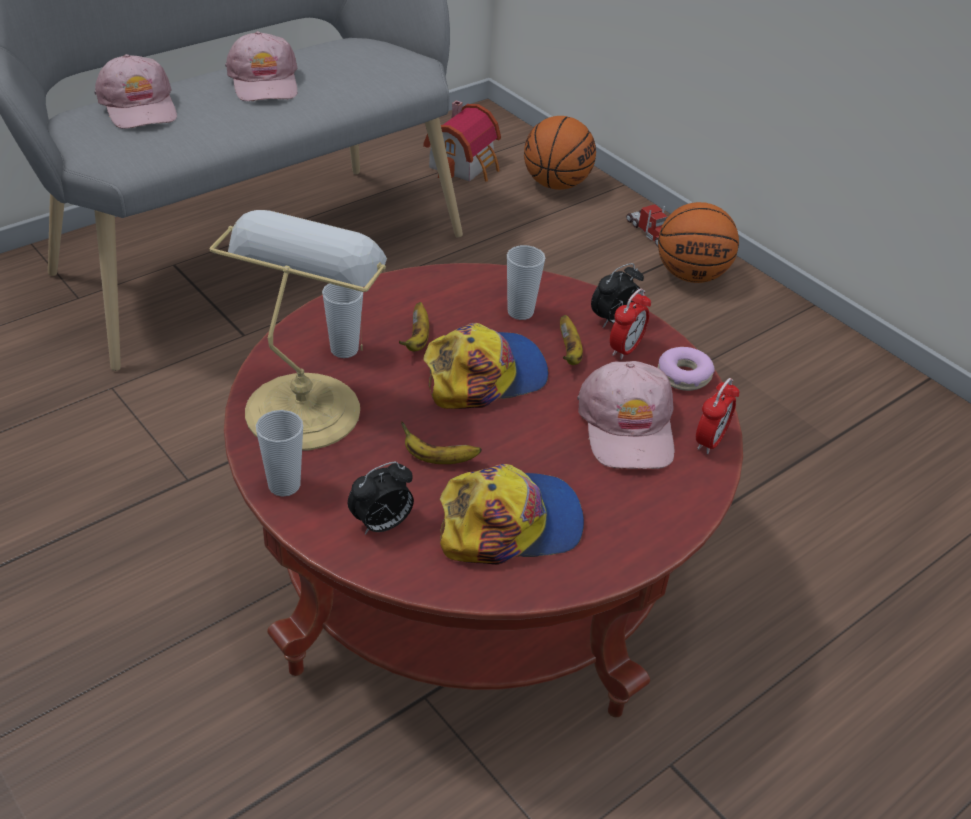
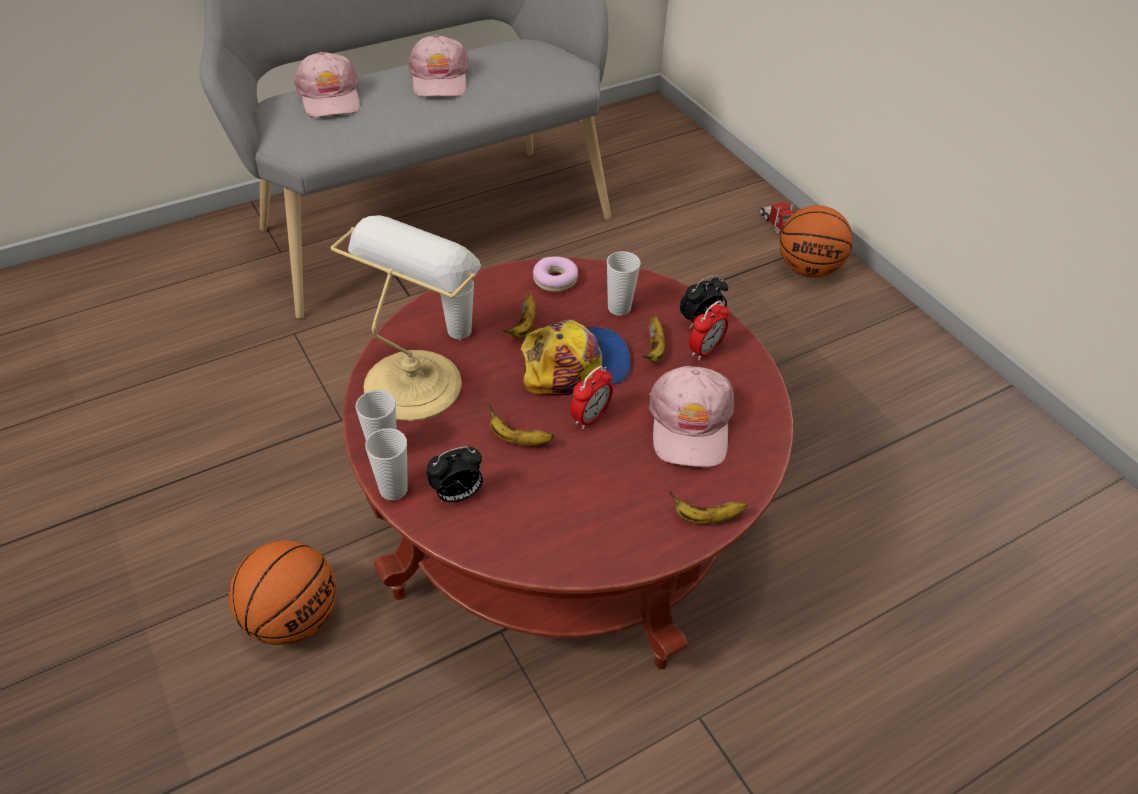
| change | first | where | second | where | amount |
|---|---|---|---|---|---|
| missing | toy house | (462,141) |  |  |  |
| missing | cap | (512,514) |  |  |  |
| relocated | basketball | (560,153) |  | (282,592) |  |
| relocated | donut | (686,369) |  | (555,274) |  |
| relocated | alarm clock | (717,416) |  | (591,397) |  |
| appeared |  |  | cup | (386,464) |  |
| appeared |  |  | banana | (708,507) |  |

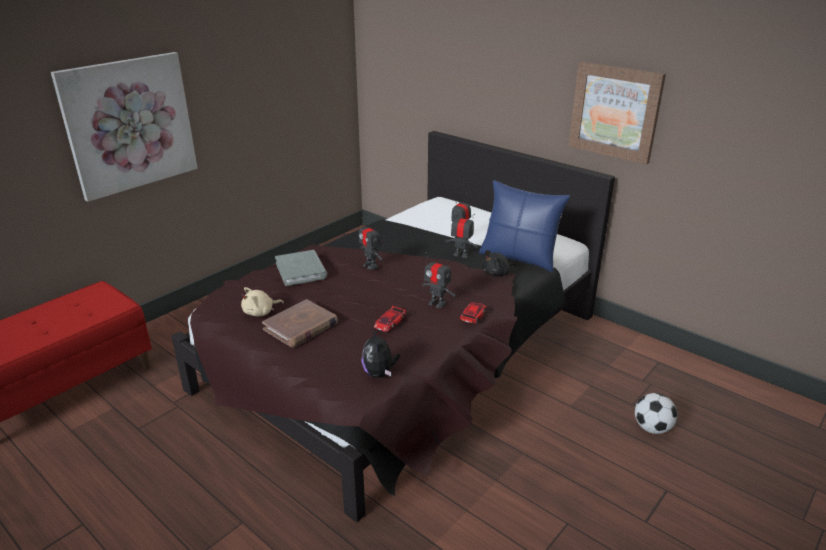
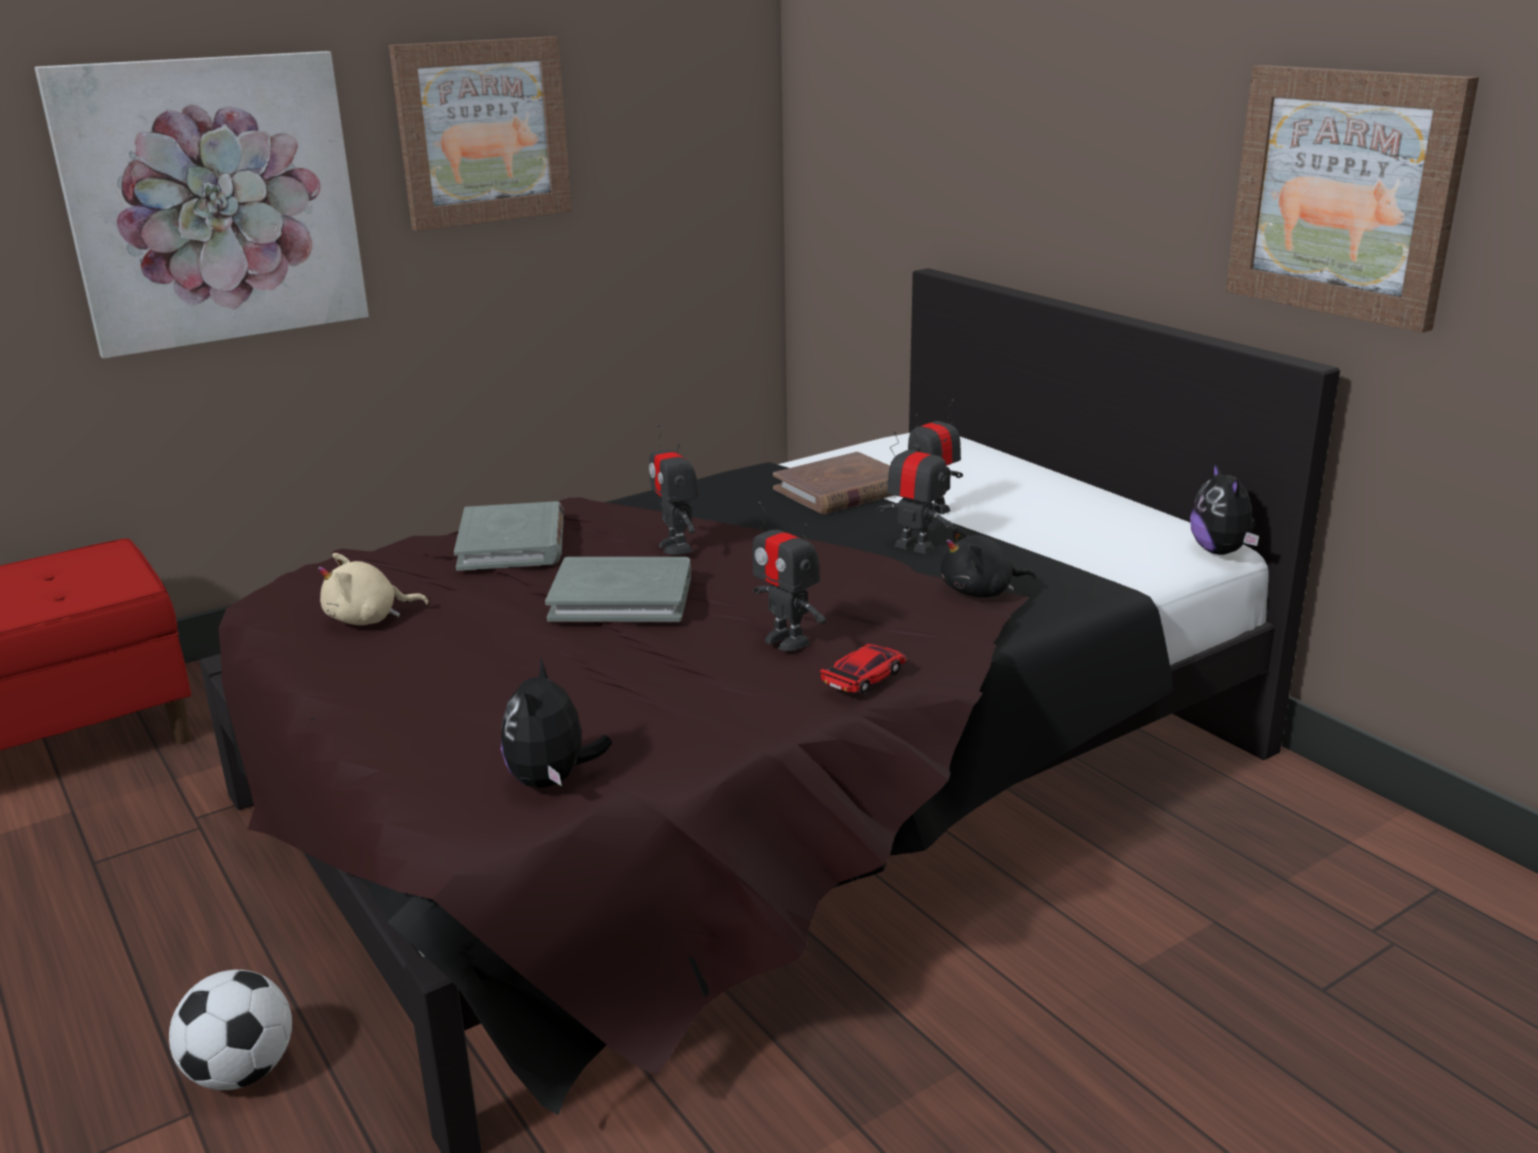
| change | first | where | second | where | amount |
|---|---|---|---|---|---|
| relocated | book in brown | (300,323) |  | (833,483) |  |
| missing | toy car | (390,319) |  |  |  |
| missing | pillow in blue | (524,226) |  |  |  |
| relocated | football | (656,413) |  | (230,1030) |  |
| appeared |  |  | picture | (480,133) |  |
| appeared |  |  | book in grey | (618,589) |  |
| appeared |  |  | plush toy | (1224,508) |  |

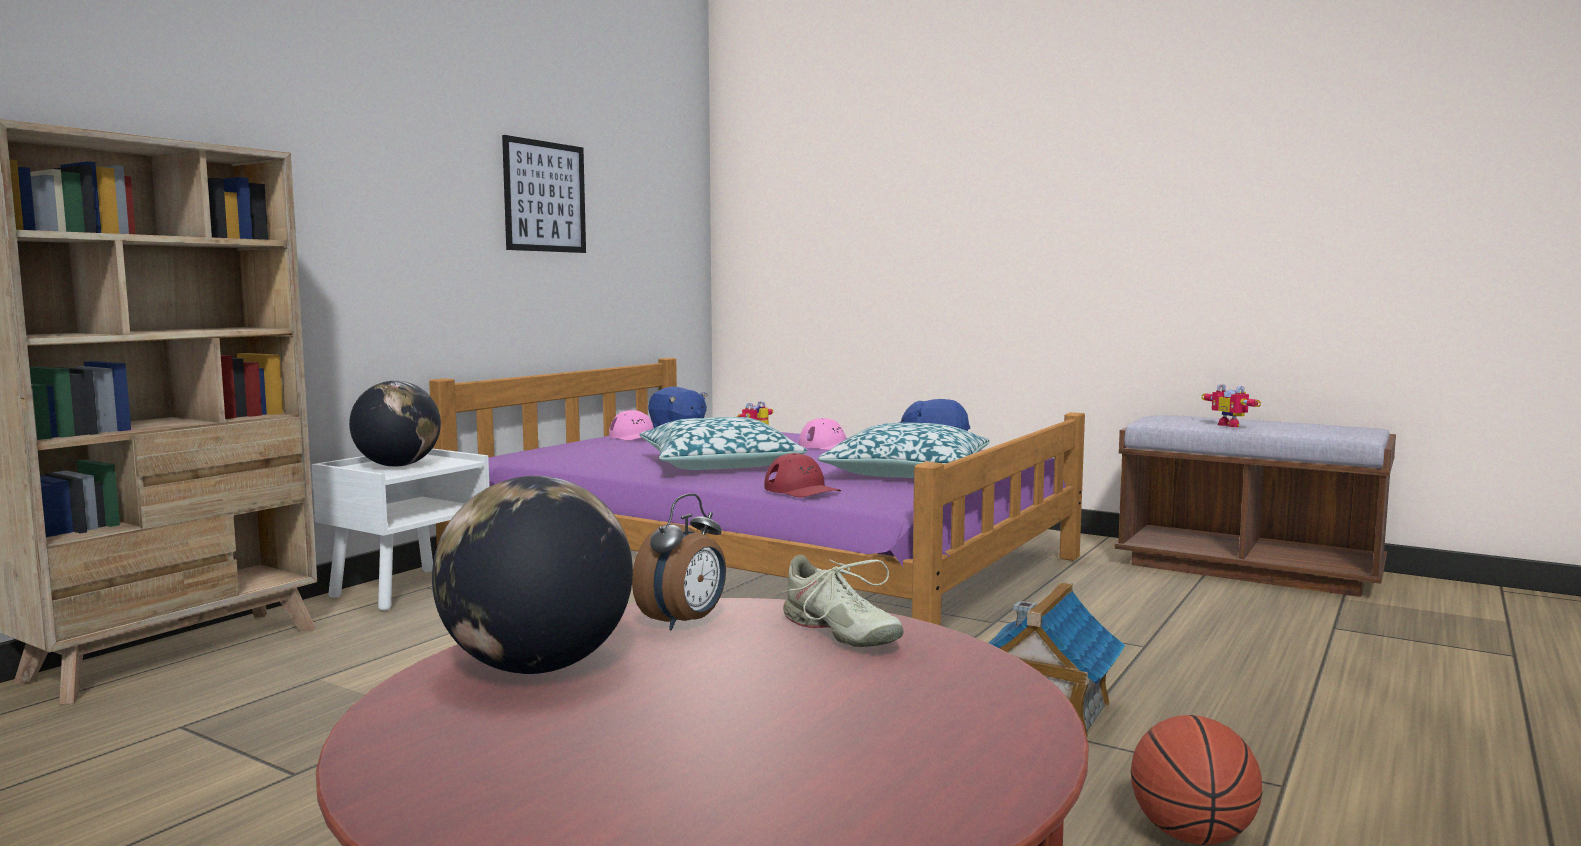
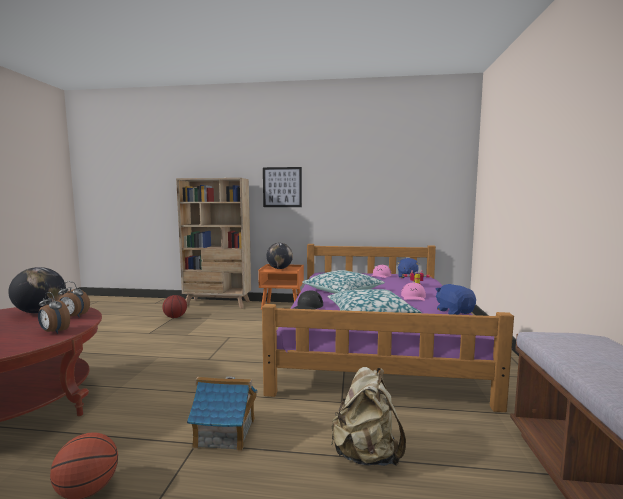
| change | first | where | second | where | amount |
|---|---|---|---|---|---|
| colour | nightstand in white | (401,529) | nightstand in orange | (281,287) |  |
| relocated | picture | (544,194) |  | (282,187) |  |
| colour | cap in red | (802,475) | cap in black | (307,300) |  |
| exchanged | shoe in beige | (840,601) | alarm clock | (54,313) |  |
| missing | toy robot | (1231,405) |  |  |  |
| appeared |  |  | basketball | (174,306) |  |
| appeared |  |  | backpack in beige | (368,416) |  |

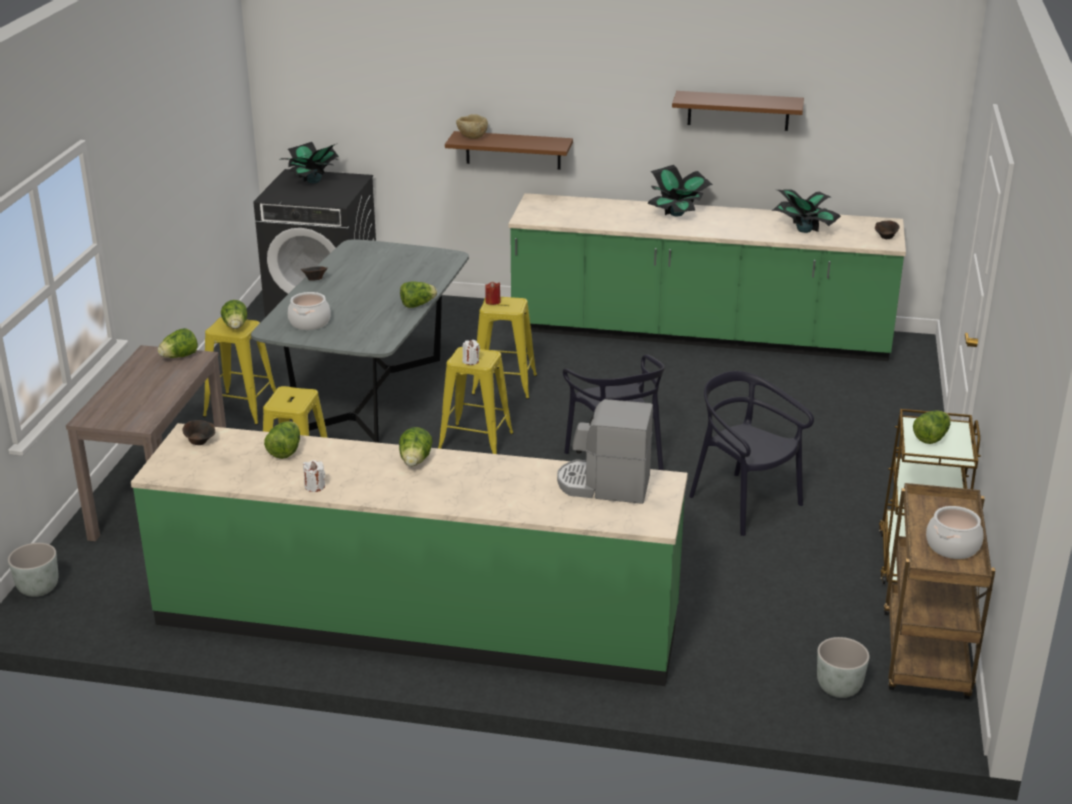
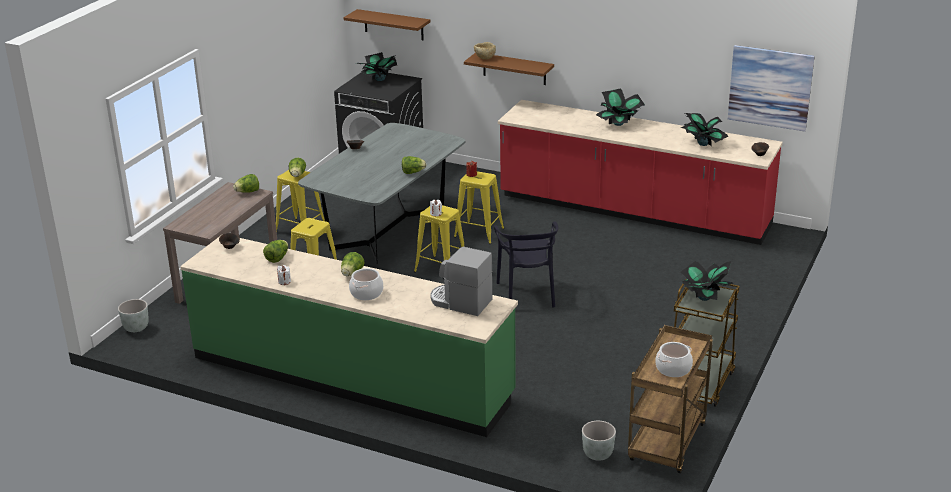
| change | first | where | second | where | amount |
|---|---|---|---|---|---|
| relocated | cooking pot | (309,311) |  | (366,284) |  |
| colour | counter in green | (707,277) | counter in red | (640,172) |  |
| relocated | shelf in brown | (738,111) |  | (387,24) |  |
| missing | chair in black | (751,453) |  |  |  |
| exchanged | lettuce | (932,427) | potted plant | (707,281) |  |
| appeared |  |  | picture | (771,88) |  |

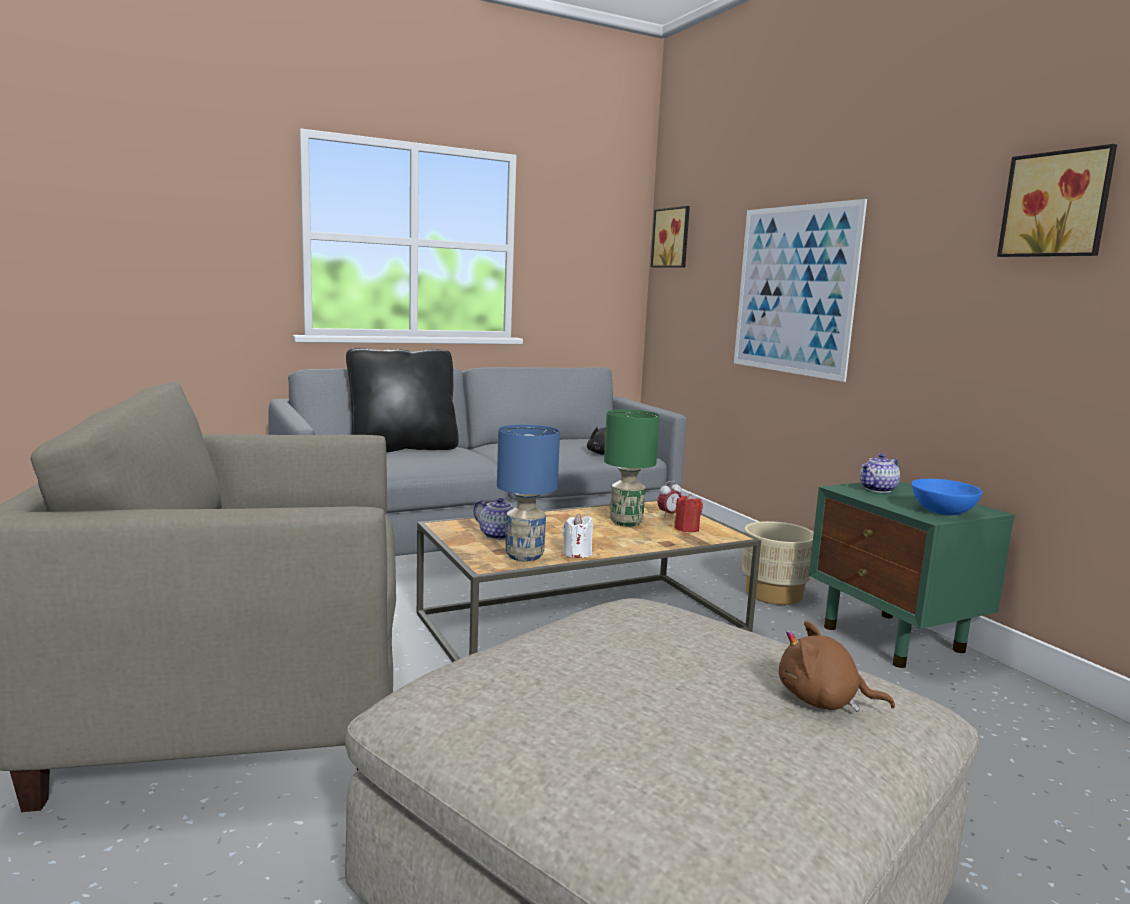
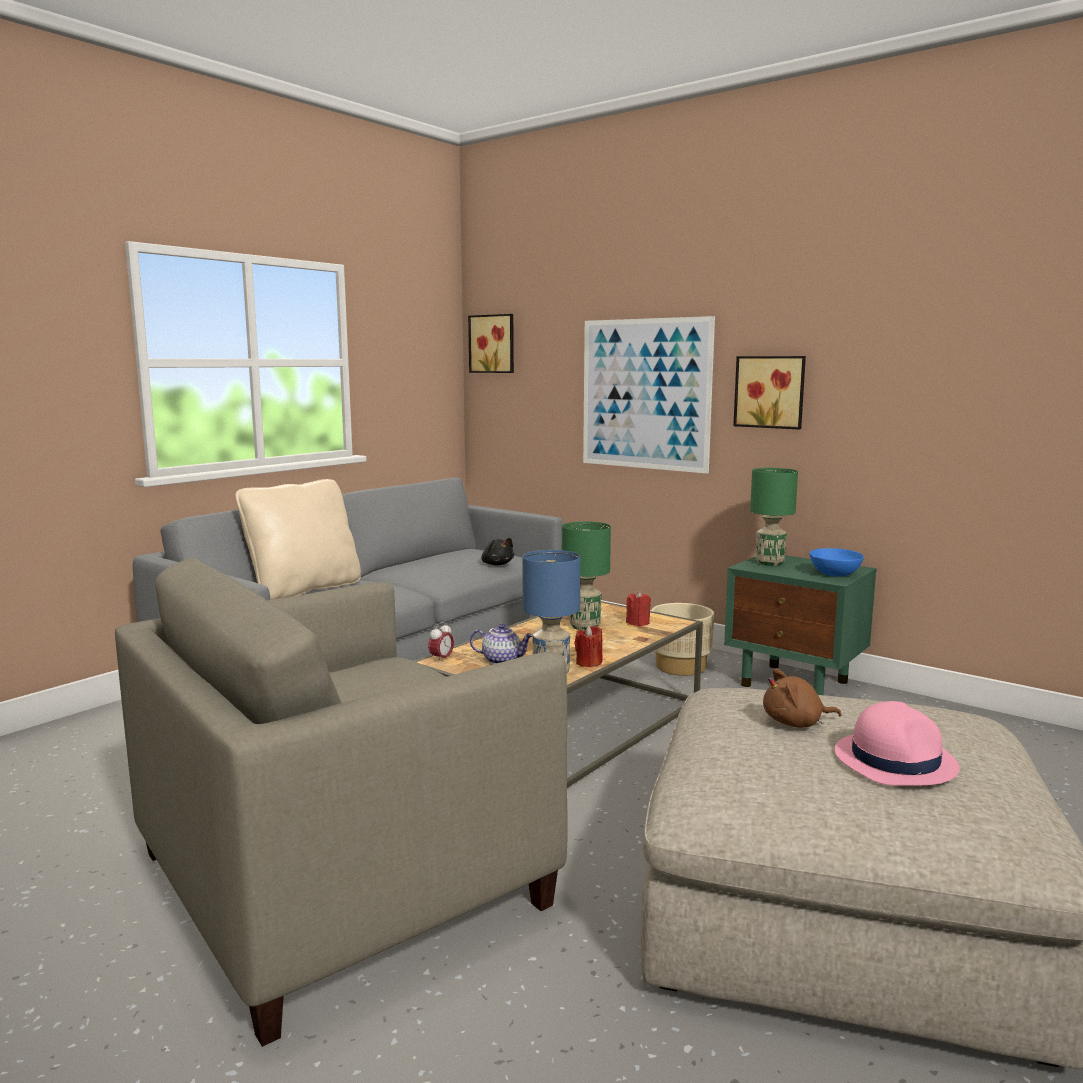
| change | first | where | second | where | amount |
|---|---|---|---|---|---|
| colour | pillow in black | (402,400) | pillow in beige | (298,539) |  |
| colour | candle in white | (577,536) | candle in red | (588,646) |  |
| relocated | alarm clock | (669,499) |  | (441,642) |  |
| relocated | plush toy in brown | (837,666) |  | (802,698) |  |
| exchanged | teapot | (880,473) | table lamp in green | (774,517) |  |
| relocated | picture | (1057,200) |  | (769,393) |  |
| appeared |  |  | hat in pink | (897,743) |  |

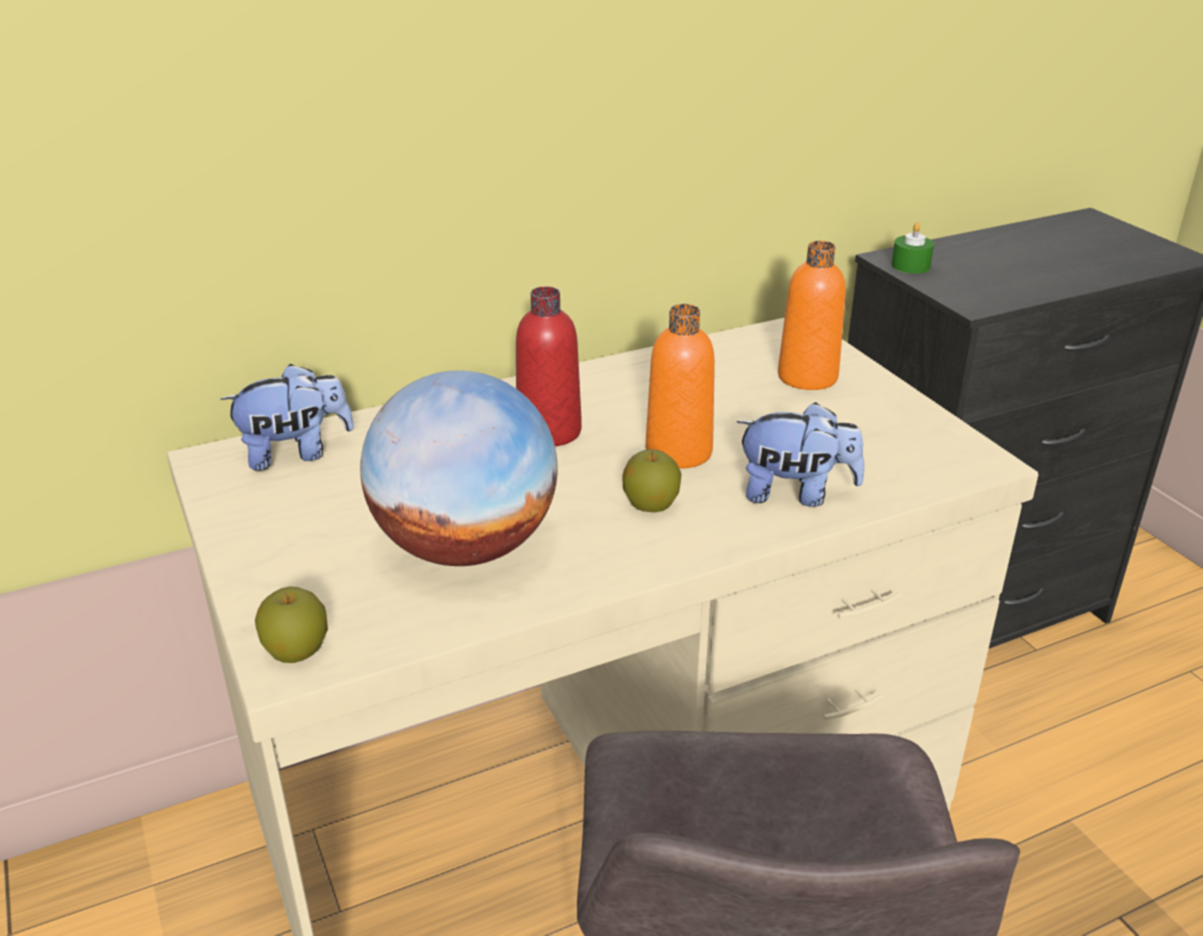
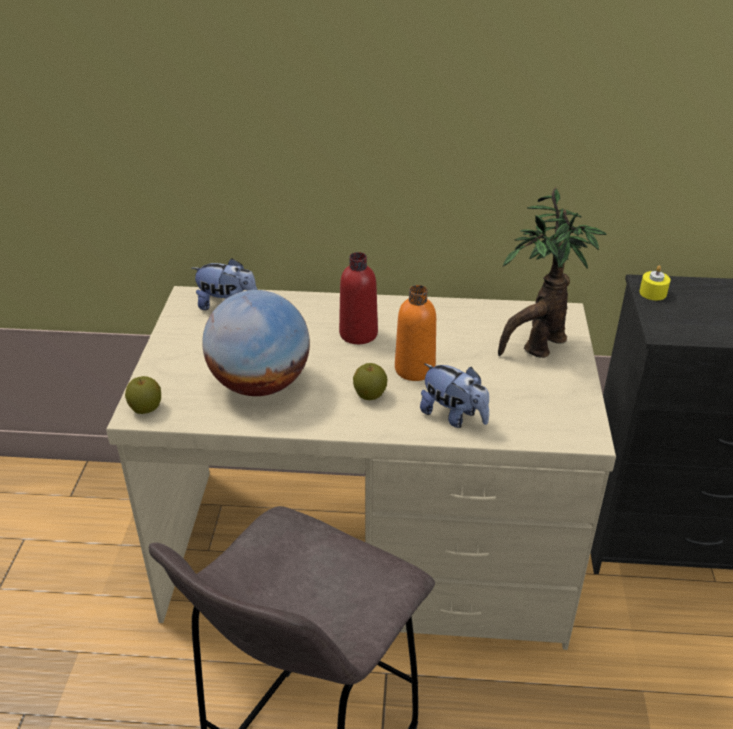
| change | first | where | second | where | amount |
|---|---|---|---|---|---|
| exchanged | bottle in orange | (812,315) | potted plant | (552,273) |  |
| colour | candle in green | (912,248) | candle in yellow | (655,282) |  |

